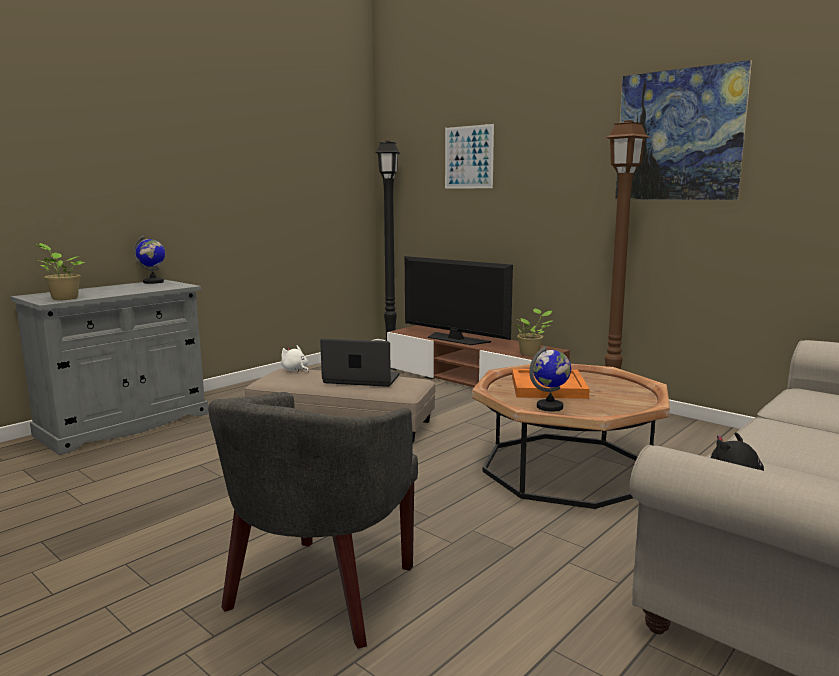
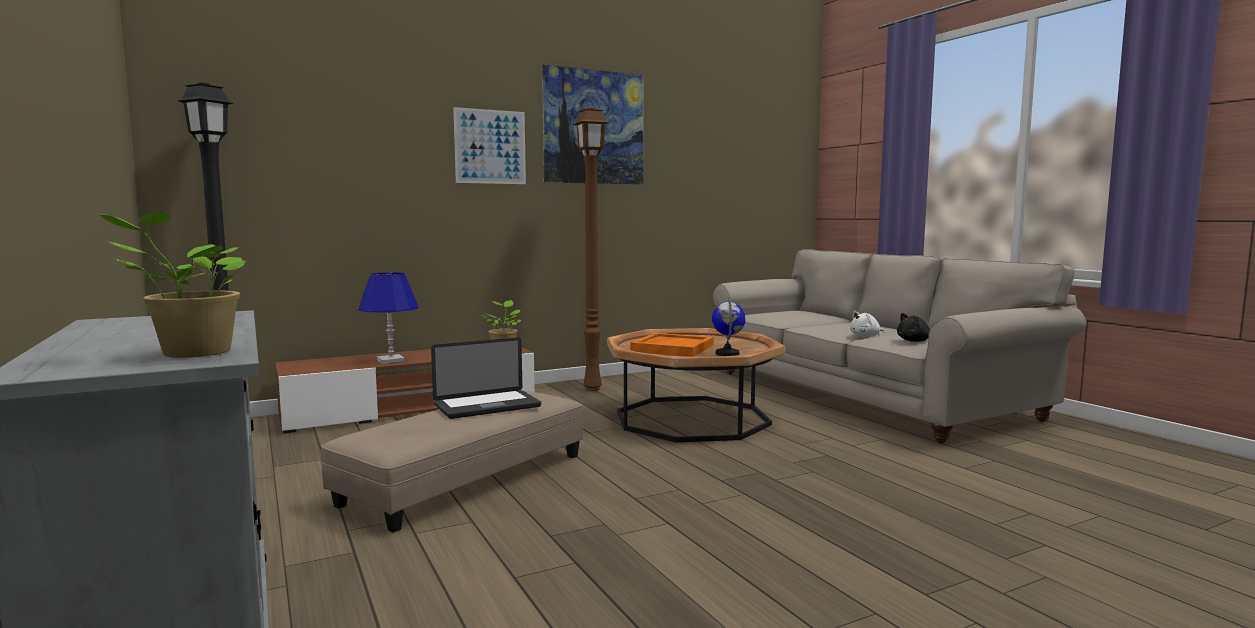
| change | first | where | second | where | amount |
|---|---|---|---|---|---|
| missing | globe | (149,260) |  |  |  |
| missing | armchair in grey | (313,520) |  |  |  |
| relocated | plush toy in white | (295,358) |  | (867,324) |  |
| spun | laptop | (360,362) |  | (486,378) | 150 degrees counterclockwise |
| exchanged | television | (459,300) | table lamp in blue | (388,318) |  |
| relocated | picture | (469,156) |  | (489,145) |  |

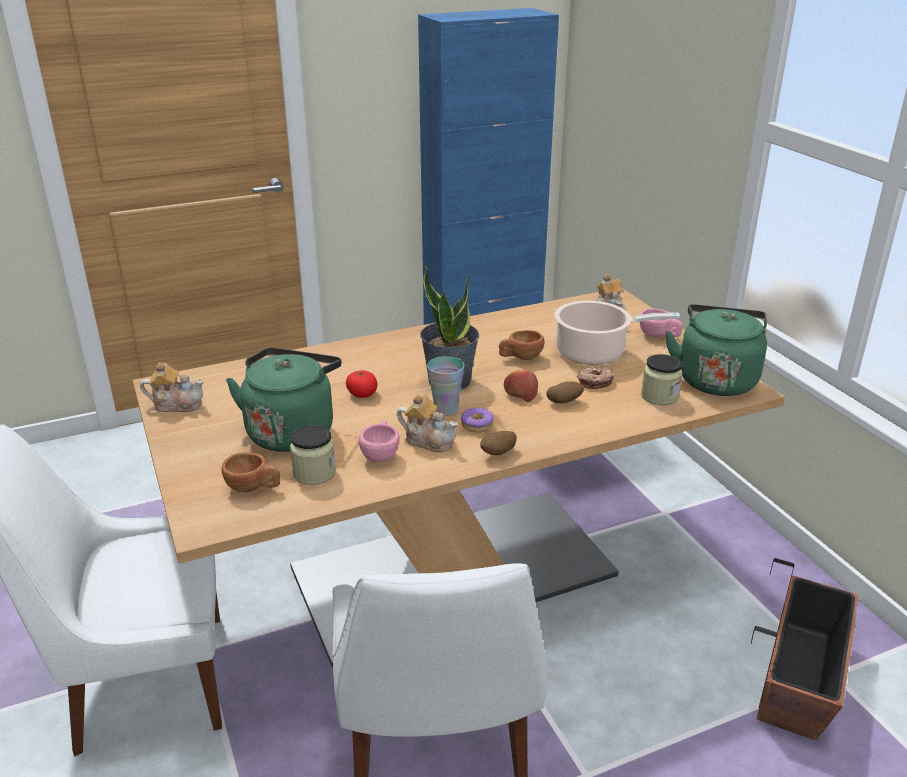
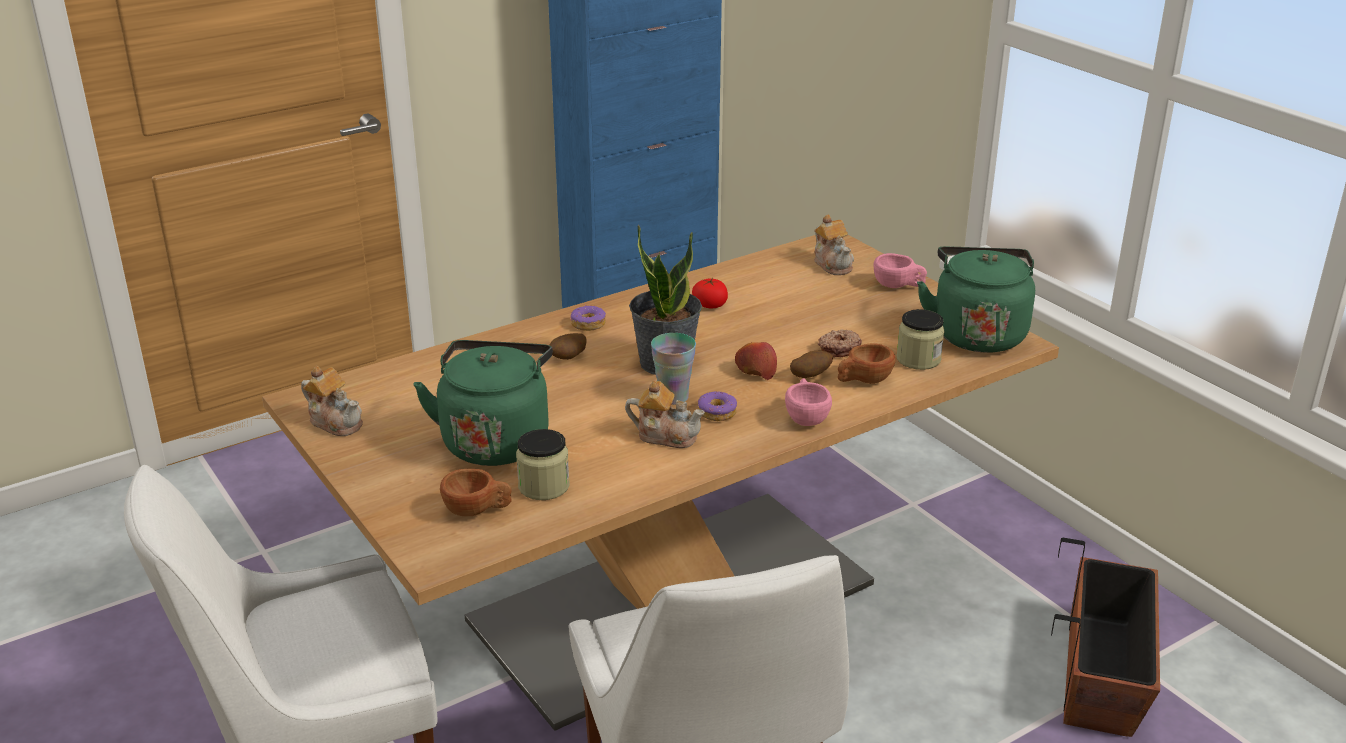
| change | first | where | second | where | amount |
|---|---|---|---|---|---|
| spun | teapot | (172,387) |  | (332,401) | 45 degrees clockwise |
| relocated | tomato | (361,384) |  | (710,293) |  |
| relocated | cup in pink | (379,441) |  | (808,402) |  |
| relocated | potato | (498,443) |  | (568,346) |  |
| relocated | cup in brown | (522,345) |  | (866,363) |  |
| missing | cooking pot | (617,333) |  |  |  |
| appeared |  |  | donut | (588,317) |  |

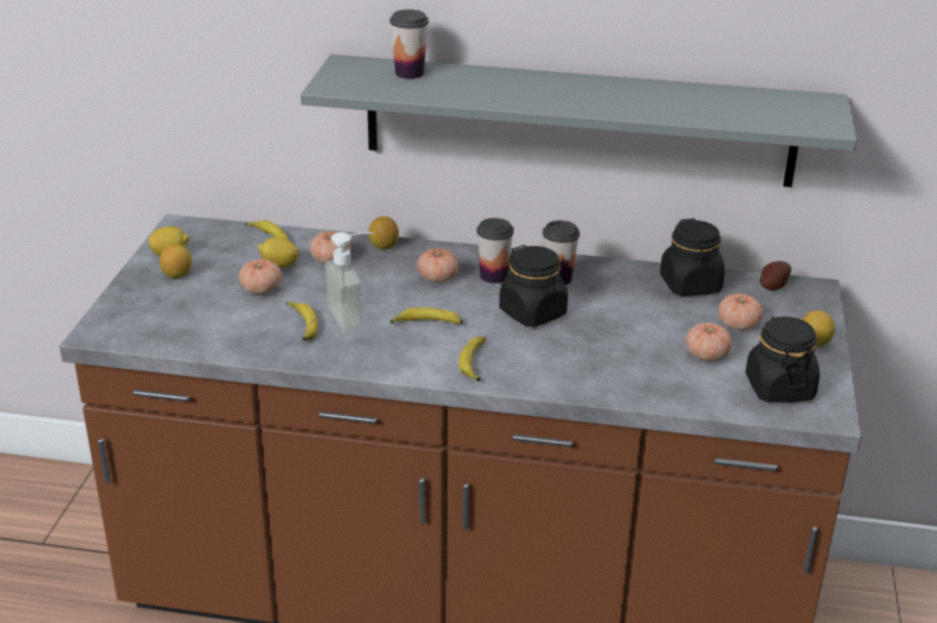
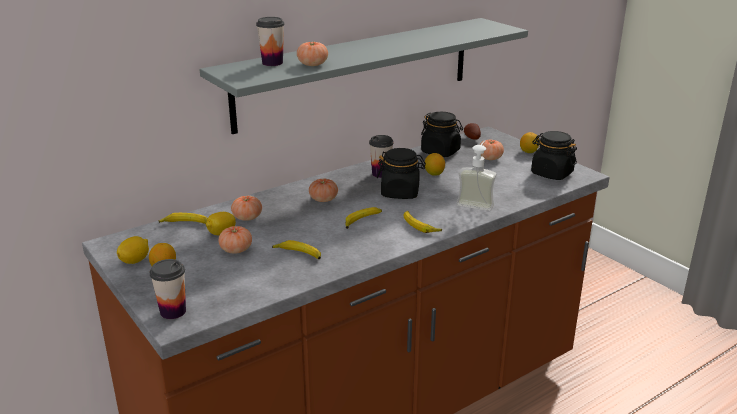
| change | first | where | second | where | amount |
|---|---|---|---|---|---|
| relocated | soap dispenser | (349,282) |  | (476,176) |  |
| relocated | lemon | (384,233) |  | (434,164) |  |
| relocated | cup | (495,250) |  | (168,289) |  |
| relocated | tomato | (709,342) |  | (312,54) |  |

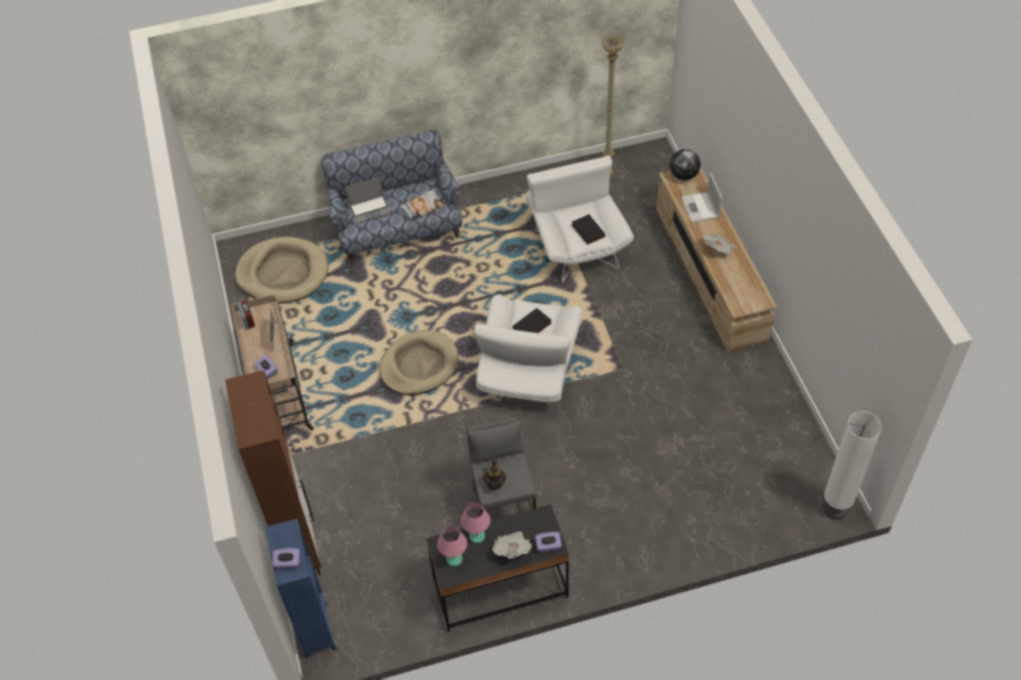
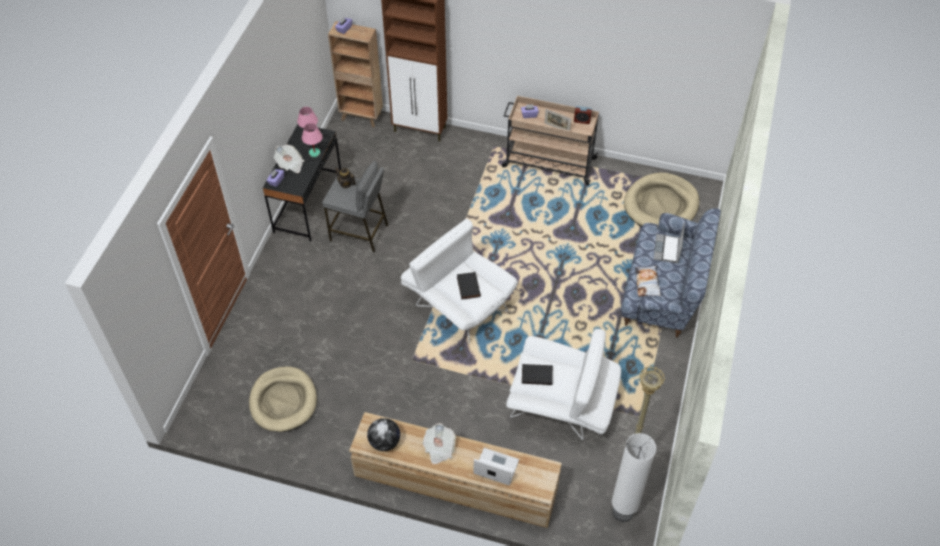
| change | first | where | second | where | amount |
|---|---|---|---|---|---|
| colour | bookcase in blue | (301,588) | bookcase in brown | (355,74) |  |
| relocated | dog bed in beige | (419,362) |  | (283,399) |  |
| relocated | globe | (685,164) |  | (383,434) |  |
| relocated | floor lamp in white | (852,465) |  | (634,477) |  |

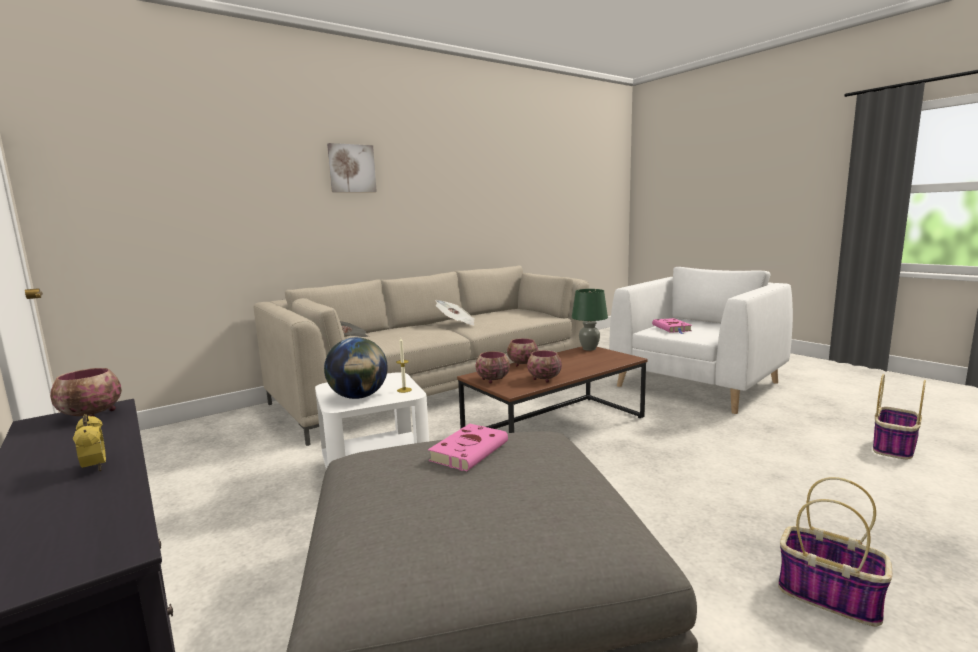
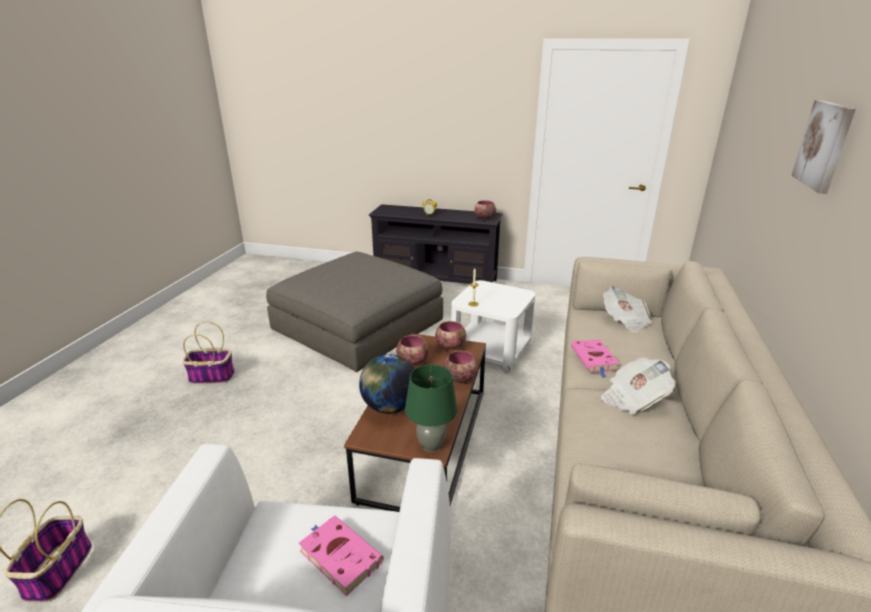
| change | first | where | second | where | amount |
|---|---|---|---|---|---|
| relocated | globe | (356,368) |  | (386,384) |  |
| relocated | book in pink | (468,447) |  | (595,358) |  |

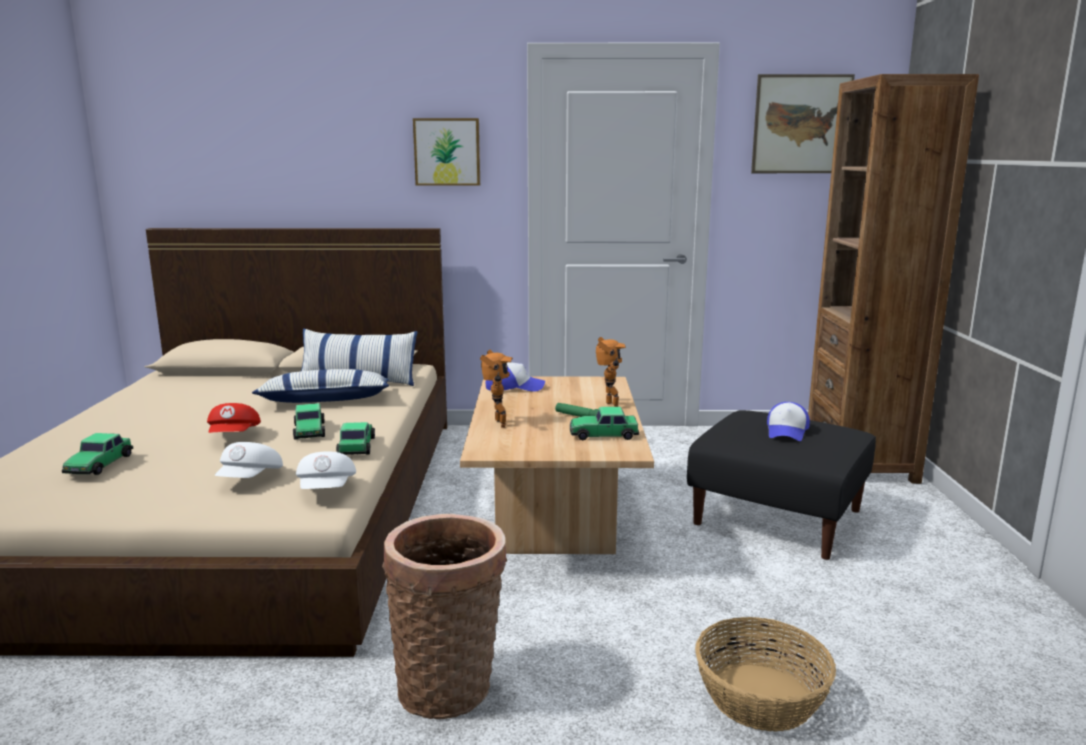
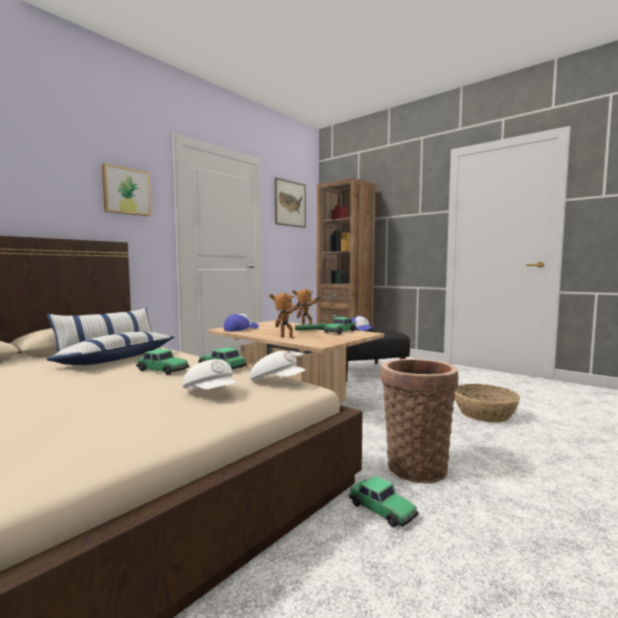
| change | first | where | second | where | amount |
|---|---|---|---|---|---|
| relocated | toy car | (97,454) |  | (383,501) |  |
| missing | cap in red | (234,418) |  |  |  |

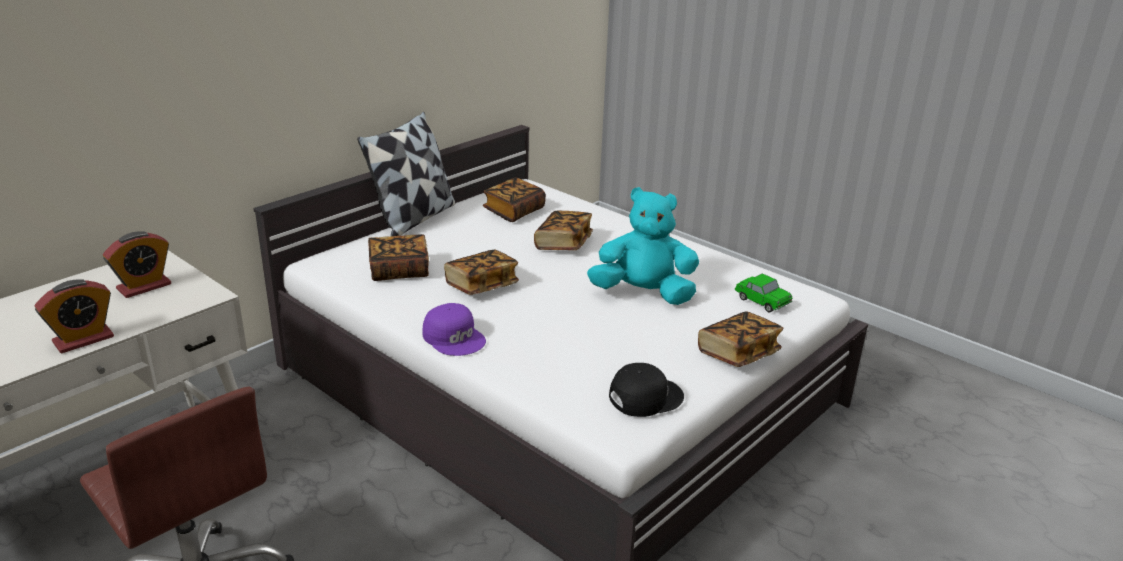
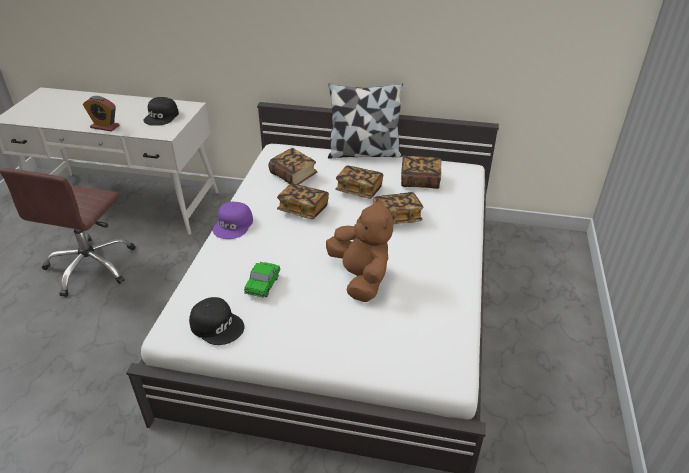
| change | first | where | second | where | amount |
|---|---|---|---|---|---|
| exchanged | alarm clock | (137,264) | cap in black | (161,111) |  |
| colour | plush toy in turquoise | (643,246) | plush toy in brown | (359,249) |  |
| relocated | book | (740,339) |  | (359,182) |  |
| relocated | toy car | (763,293) |  | (262,280) |  |

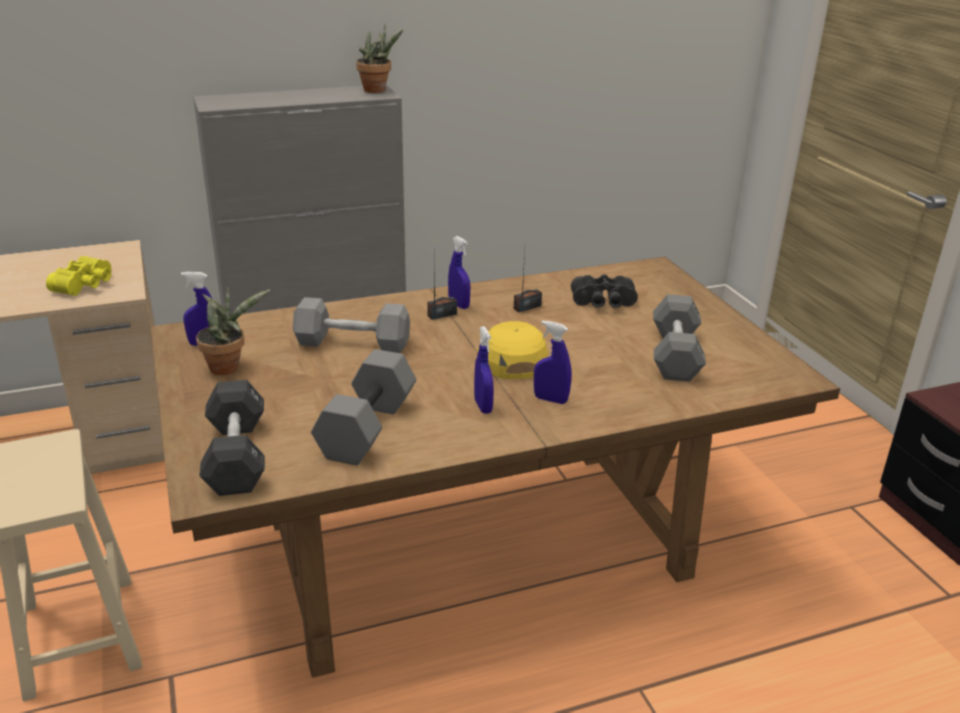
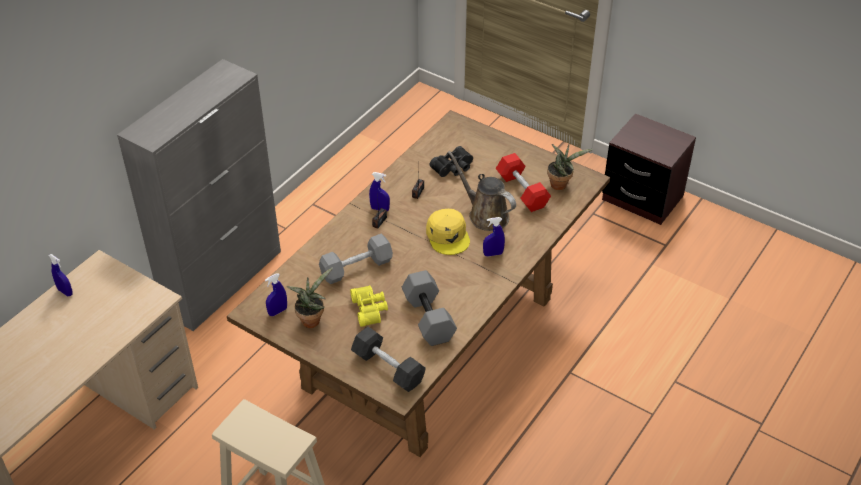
| change | first | where | second | where | amount |
|---|---|---|---|---|---|
| relocated | binoculars in yellow | (78,276) |  | (369,306) |  |
| relocated | potted plant | (379,58) |  | (570,167) |  |
| relocated | spray bottle in blue | (484,370) |  | (60,275) |  |
| spun | cap in yellow | (513,350) |  | (448,232) | 150 degrees counterclockwise |
| colour | dumbbell in grey | (679,338) | dumbbell in red | (523,182) |  |
| appeared |  |  | watering can in brown | (482,191) |  |

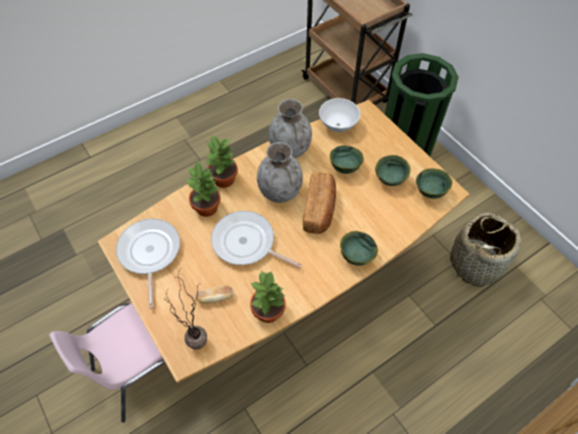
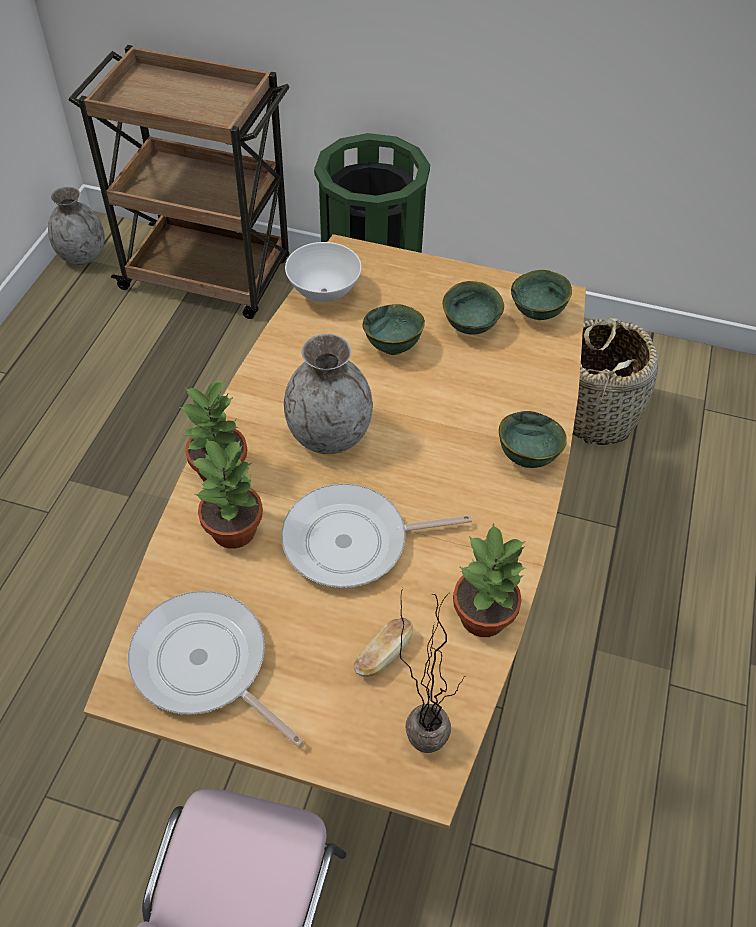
| change | first | where | second | where | amount |
|---|---|---|---|---|---|
| relocated | vase in grey | (290,128) |  | (76,225) |  |
| missing | bread | (319,203) |  |  |  |

